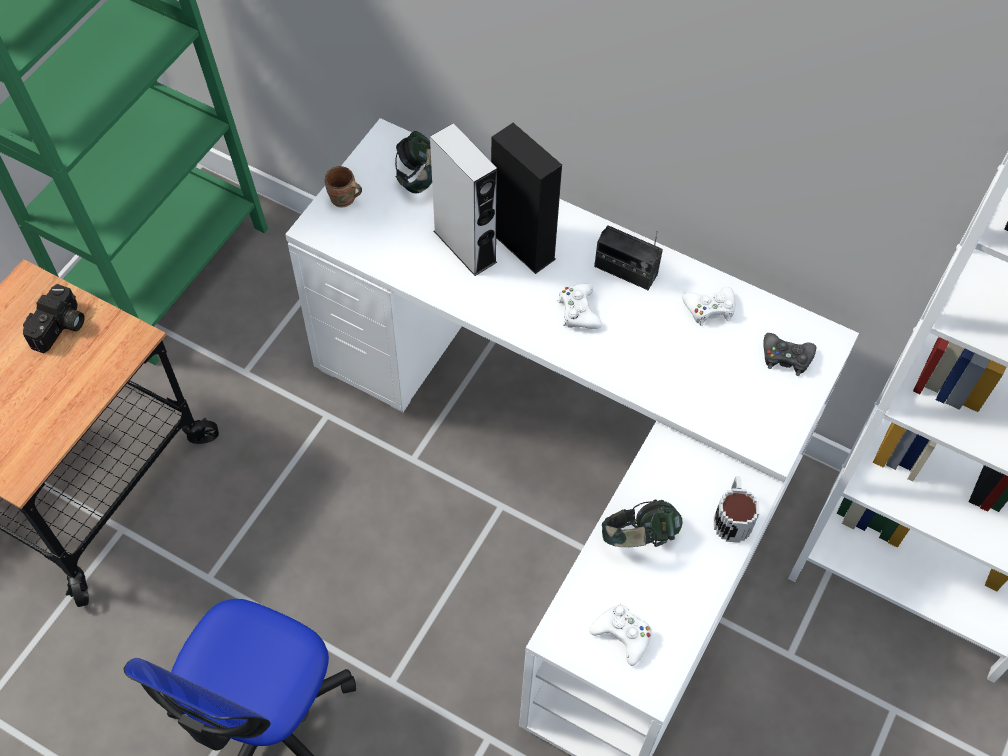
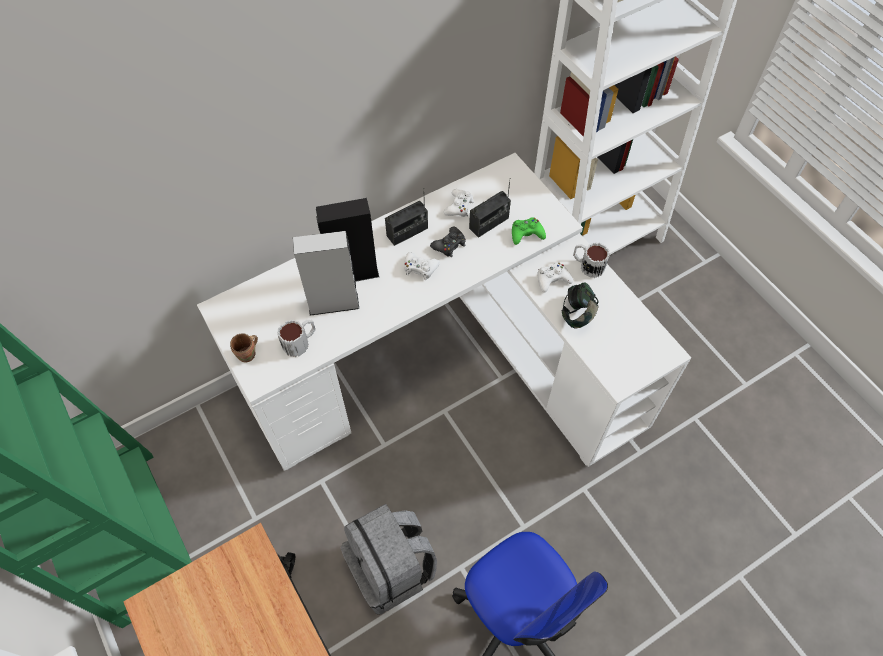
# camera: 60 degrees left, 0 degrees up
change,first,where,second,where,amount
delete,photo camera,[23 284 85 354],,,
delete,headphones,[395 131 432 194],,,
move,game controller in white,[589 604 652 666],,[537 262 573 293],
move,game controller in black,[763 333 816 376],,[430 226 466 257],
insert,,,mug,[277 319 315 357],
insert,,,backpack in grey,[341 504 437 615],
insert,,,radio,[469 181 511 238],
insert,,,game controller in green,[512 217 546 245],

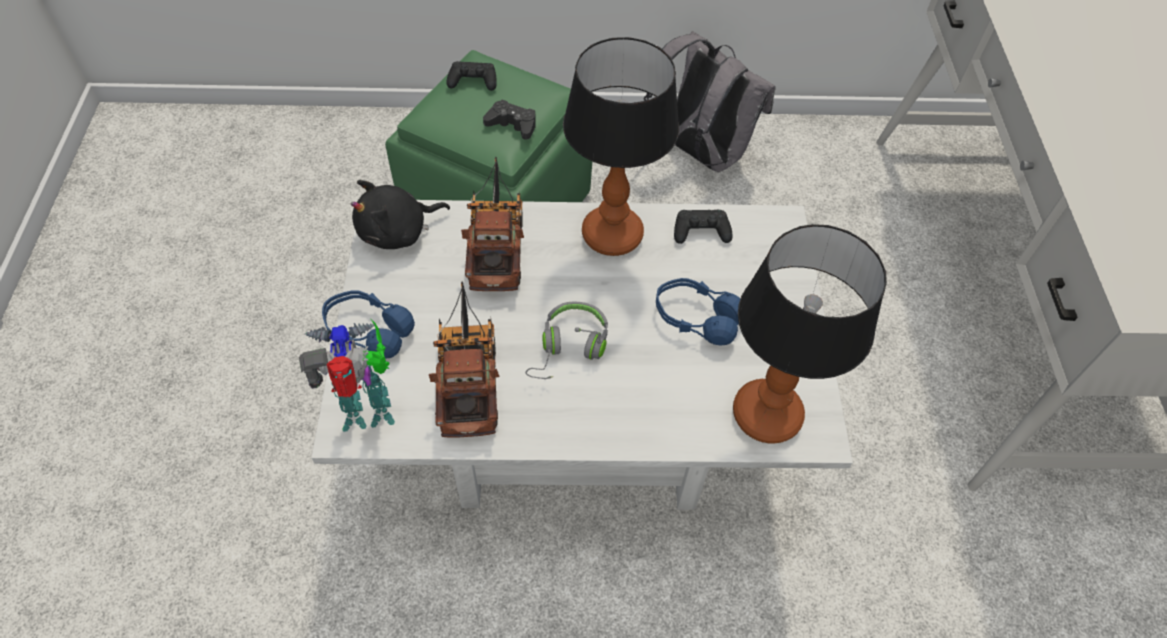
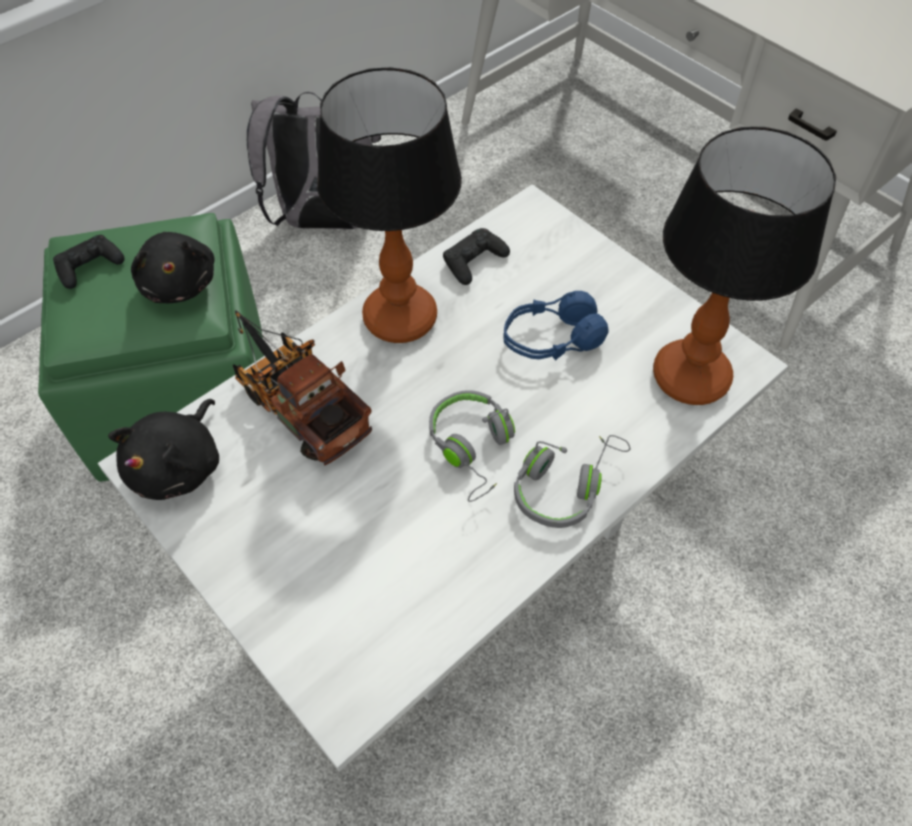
# camera: 40 degrees left, 0 degrees up
change,first,where,second,where,amount
delete,toy robot,[299 318 395 432],,,
delete,headphones in blue,[322 290 415 359],,,
delete,toy truck,[429 281 499 438],,,
replace,game controller in black,[483 100 536 140],plush toy in black,[131 232 215 303],
insert,,,headphones in grey,[514 435 630 528],

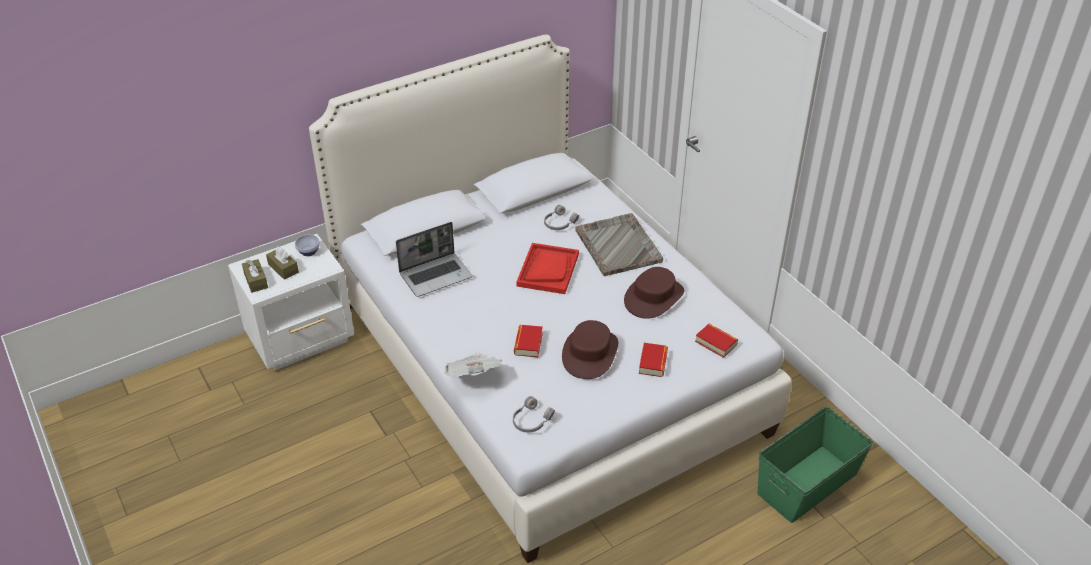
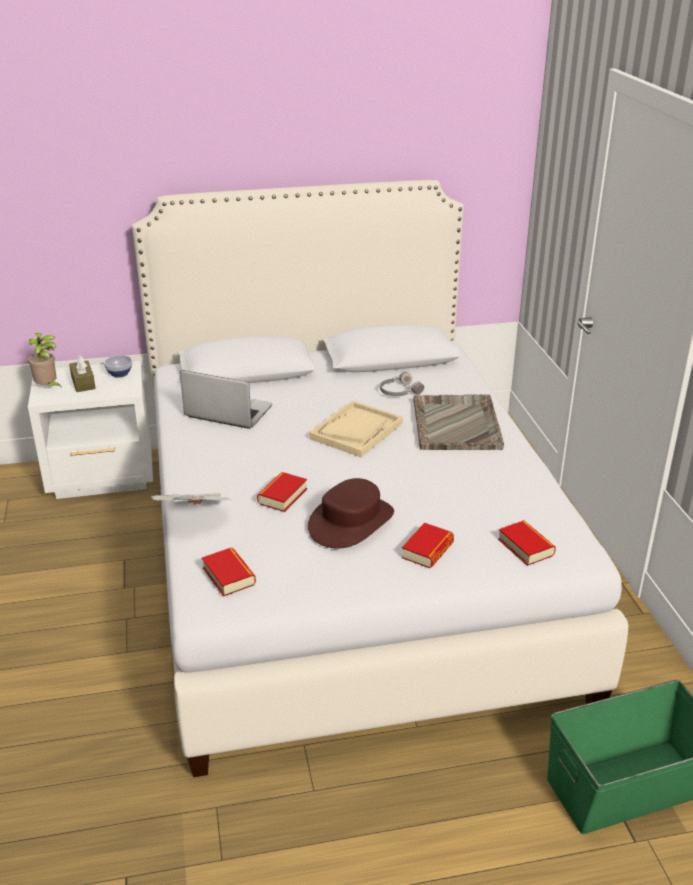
# camera: 20 degrees right, 10 degrees down
change,first,where,second,where,amount
replace,tissue box in brown,[242 259 268 293],potted plant,[28 333 63 389],
rotate,laptop,[396 222 472 297],,[180 370 272 429],150 degrees counterclockwise
replace,headphones in grey,[513 396 555 433],book,[202 547 256 597],
recolor,tray in red,[516 243 579 294],tray in beige,[309 401 403 457],
delete,hat in brown,[624 267 684 319],,,

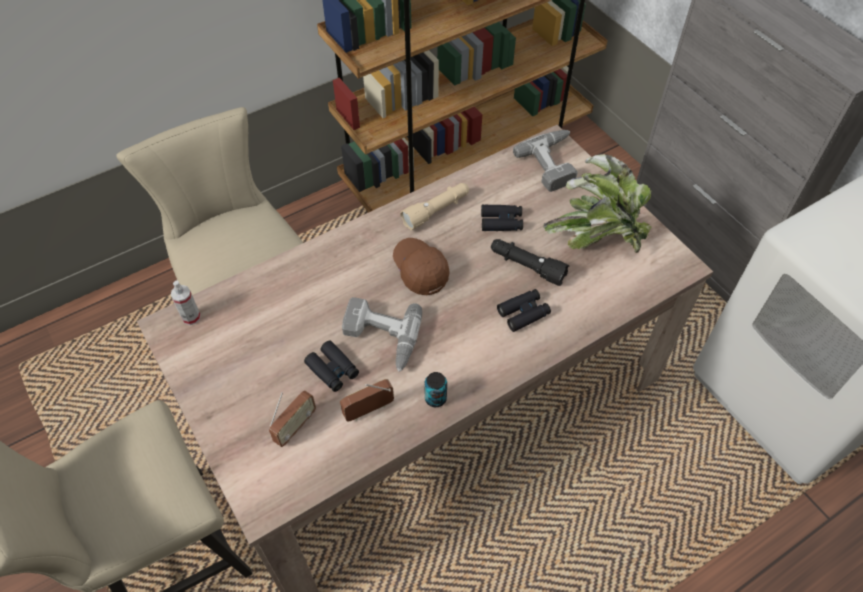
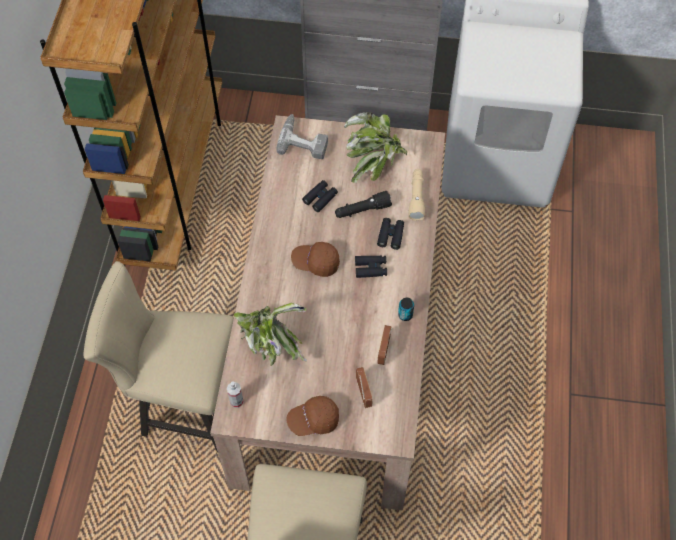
# camera: 50 degrees left, 5 degrees up
change,first,where,second,where,amount
move,binoculars in black,[304 340 359 392],,[355 256 387 278],
delete,power drill,[342 297 422 372],,,
move,flashlight in beige,[400 183 469 231],,[408 169 425 221],
insert,,,potted plant,[234 302 307 366],
insert,,,cap in brown,[286 396 339 436],

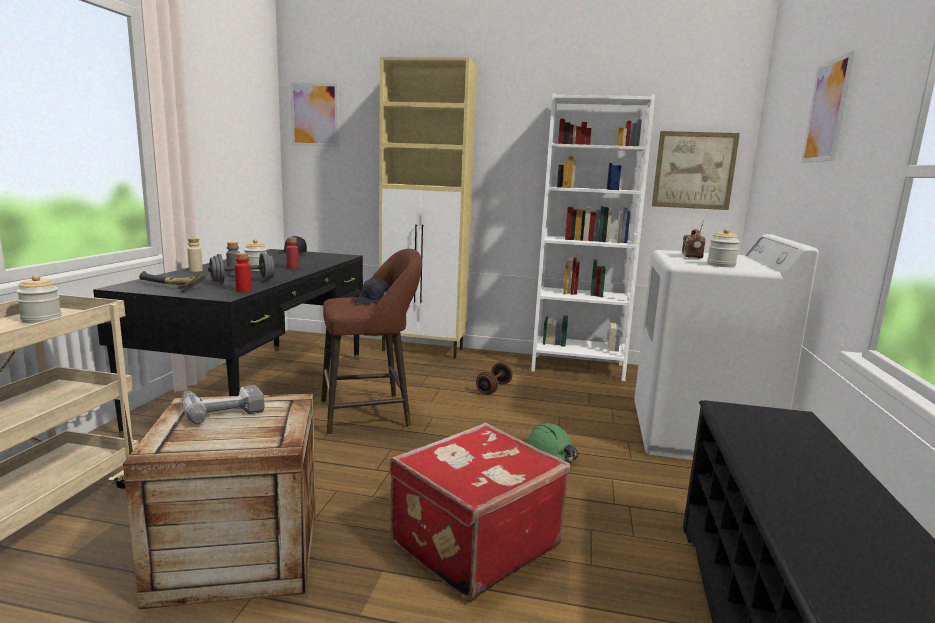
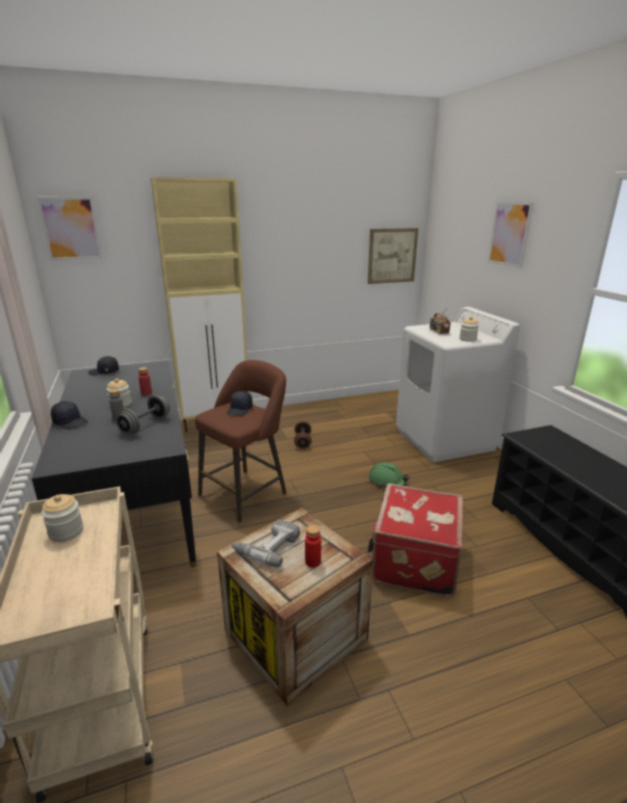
# camera: 30 degrees left, 10 degrees up
change,first,where,second,where,amount
delete,hammer,[139 271 206 293],,,
replace,bottle in beige,[187 238 203 272],cap in black,[51 401 88 429],
move,bottle in red,[235 253 251 292],,[305 525 321 567],
delete,bookcase in white,[531 93 655 381],,,

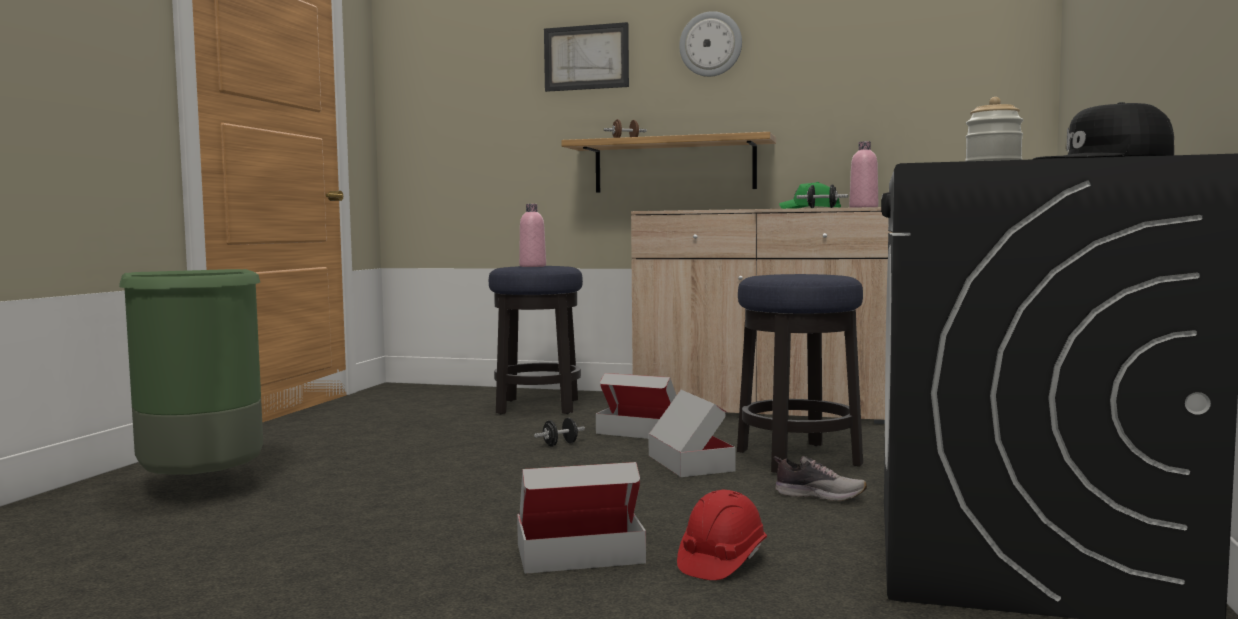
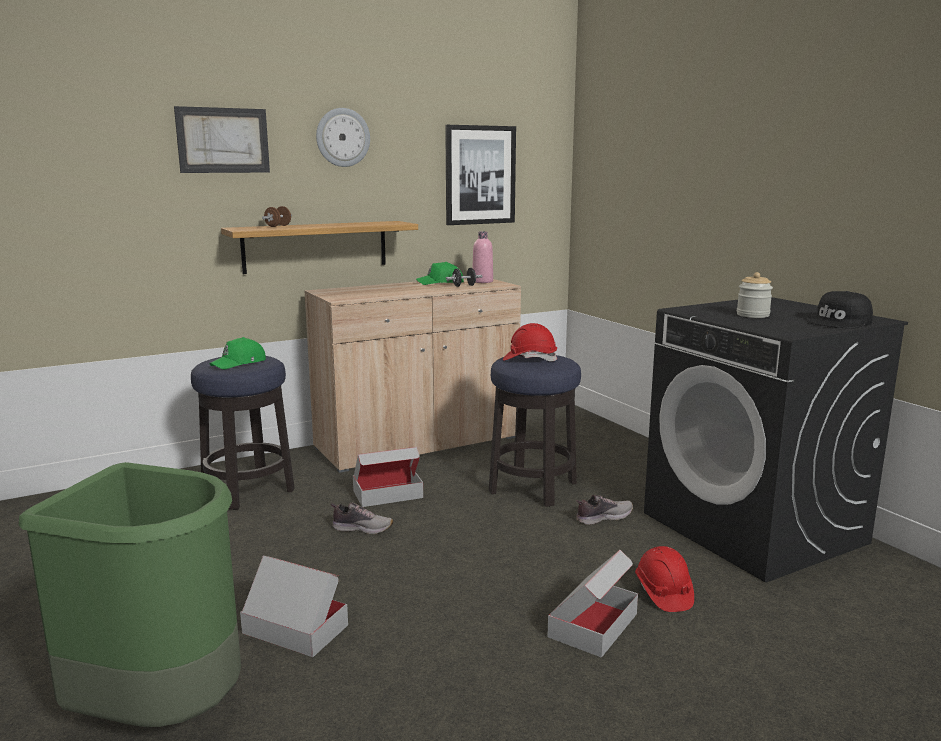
# camera: 45 degrees left, 10 degrees up
change,first,where,second,where,amount
replace,bottle in pink,[519 204 546 267],cap in green,[210 337 266 369],
replace,dumbbell in black,[534 418 585 447],shoe,[330 503 393 534],
move,cardboard box,[649 390 735 477],,[240 556 348 657],
insert,,,picture,[445 125 516 225],
insert,,,hard hat in red,[503 323 557 361],

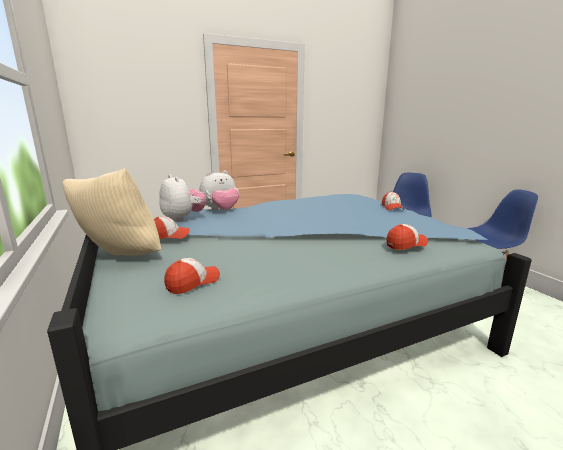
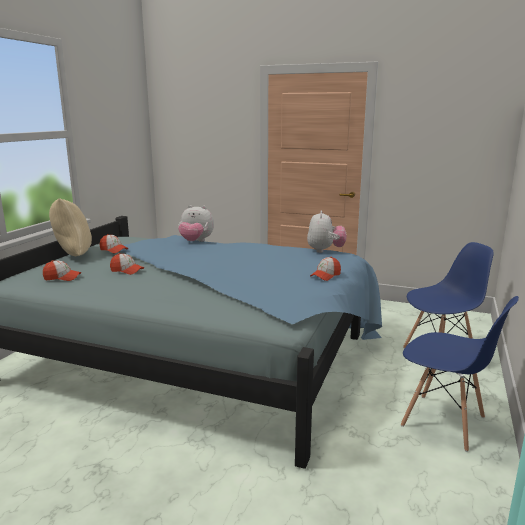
# camera: 45 degrees right, 0 degrees up
change,first,where,second,where,amount
move,plush toy,[159 175 206 222],,[307 210 347 253],
move,cap,[386 224 428 250],,[110 253 144 275],

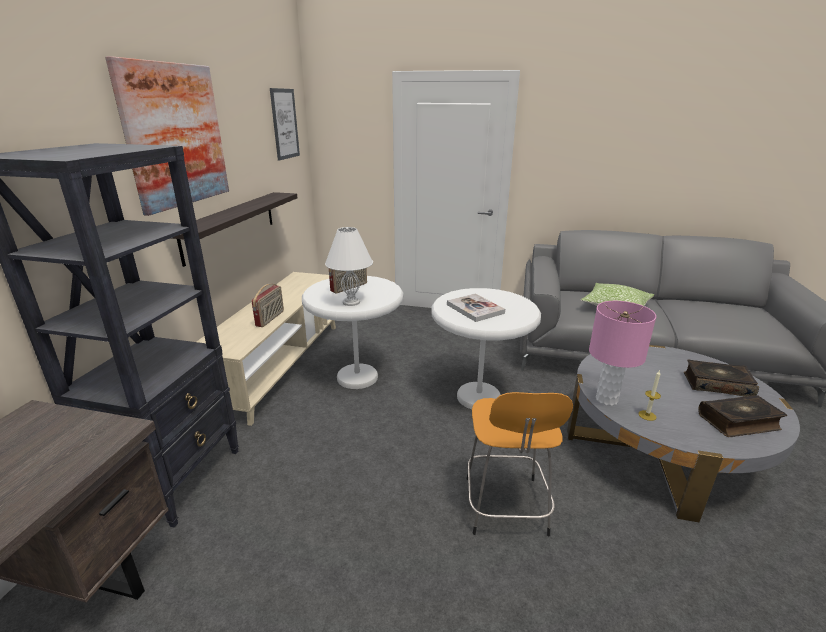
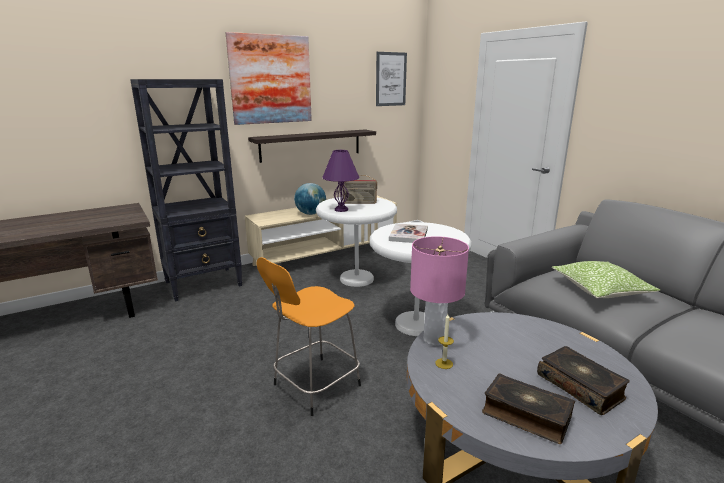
# camera: 45 degrees right, 5 degrees down
change,first,where,second,where,amount
replace,radio,[252 284 284 327],globe,[294 183 326 215],
recolor,table lamp in white,[325 227 373 306],table lamp in purple,[322 149 360 212],

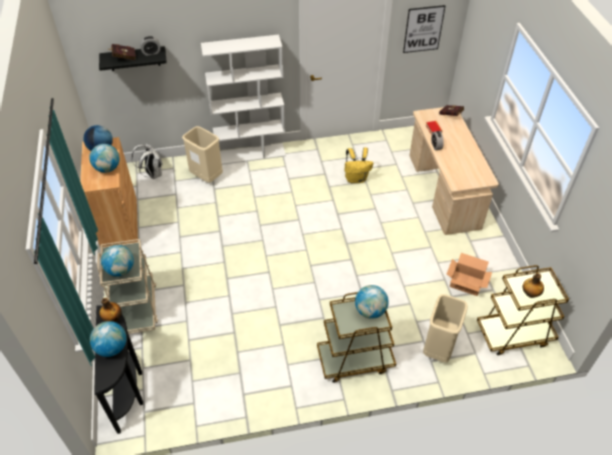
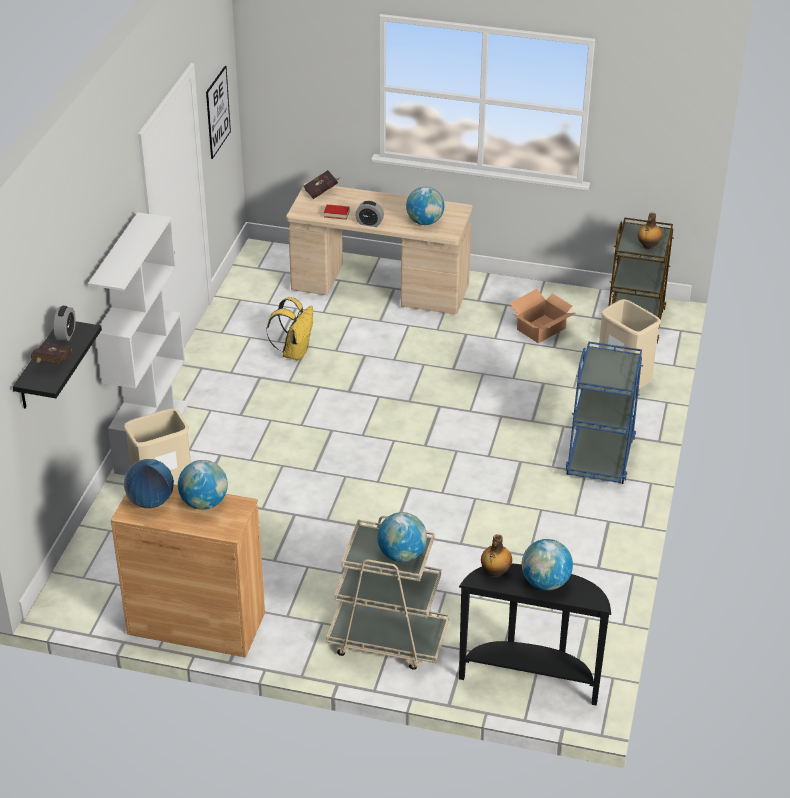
# camera: 65 degrees left, 10 degrees down
change,first,where,second,where,amount
delete,backpack in white,[132 143 163 179],,,
recolor,cart in brown,[317 292 396 383],cart in blue,[565 341 643 484],
move,globe,[355 285 389 319],,[406 187 444 225],

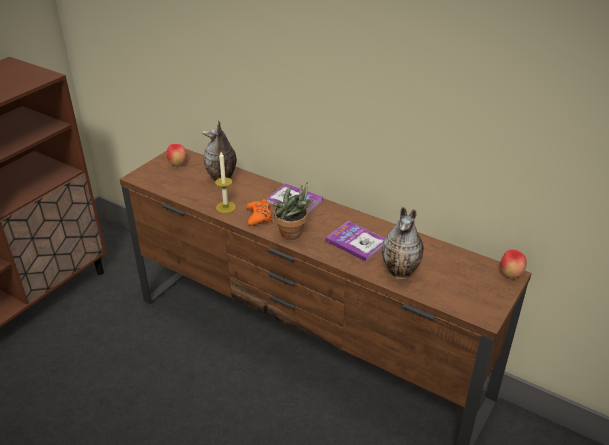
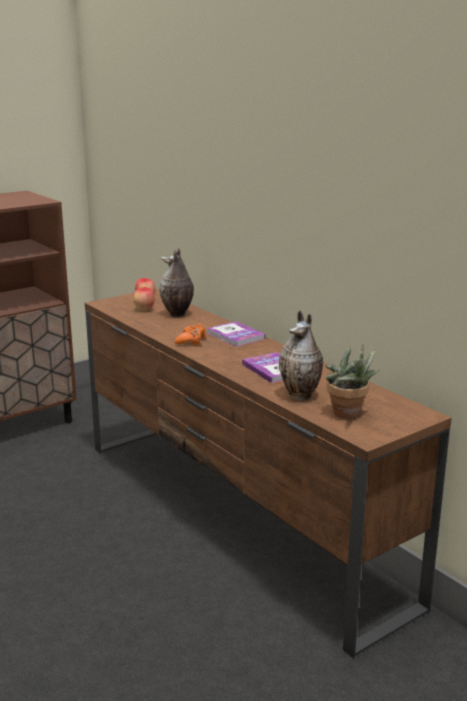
# camera: 20 degrees right, 15 degrees down
change,first,where,second,where,amount
delete,candle,[215 152 236 213],,,
move,potted plant,[273 182 314 240],,[325 344 379 418],
move,apple,[500 249 527 278],,[133 287 155 311],

